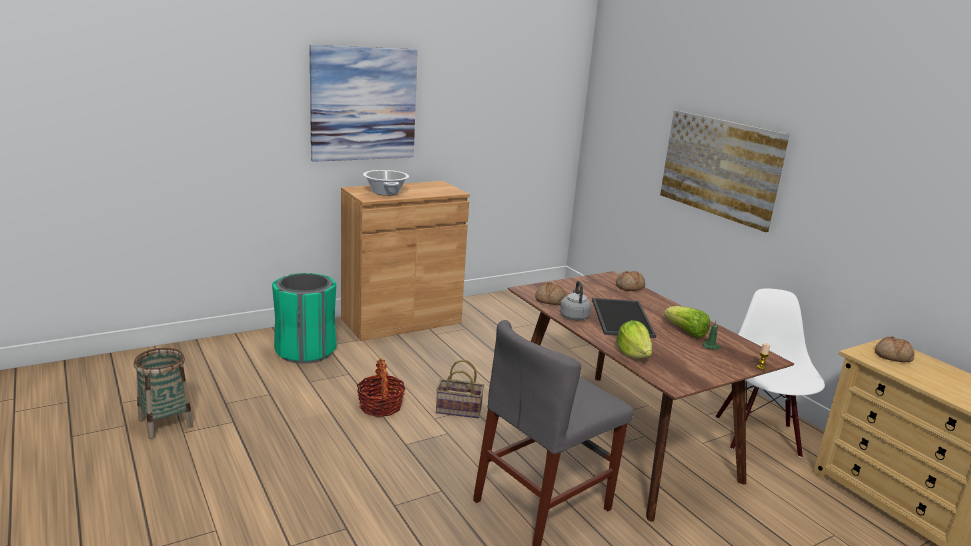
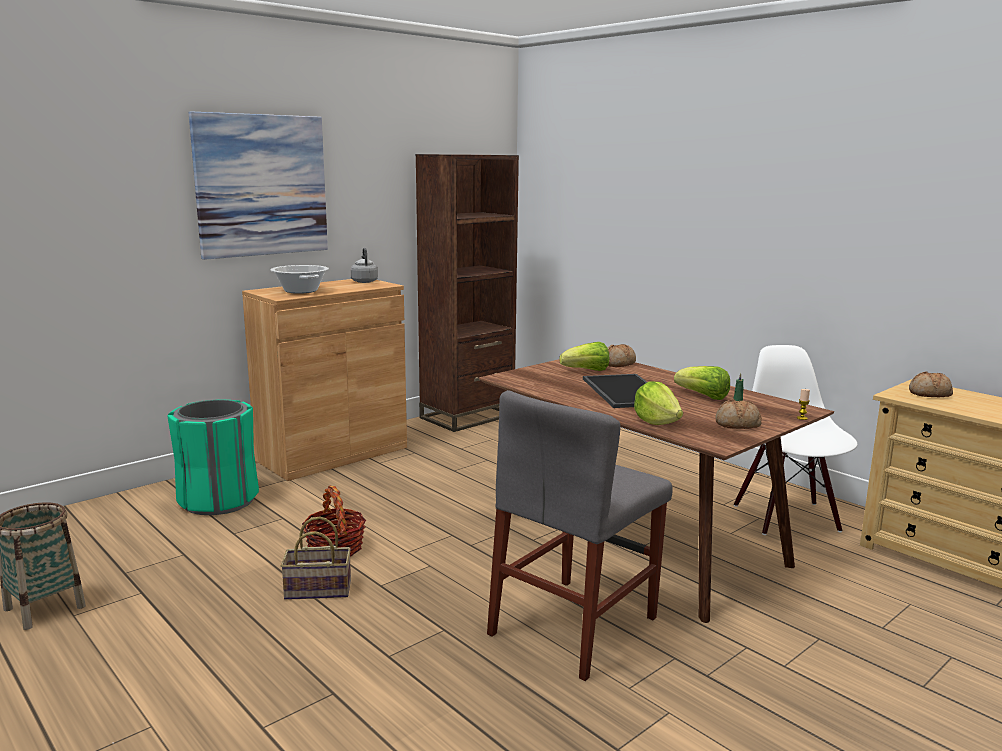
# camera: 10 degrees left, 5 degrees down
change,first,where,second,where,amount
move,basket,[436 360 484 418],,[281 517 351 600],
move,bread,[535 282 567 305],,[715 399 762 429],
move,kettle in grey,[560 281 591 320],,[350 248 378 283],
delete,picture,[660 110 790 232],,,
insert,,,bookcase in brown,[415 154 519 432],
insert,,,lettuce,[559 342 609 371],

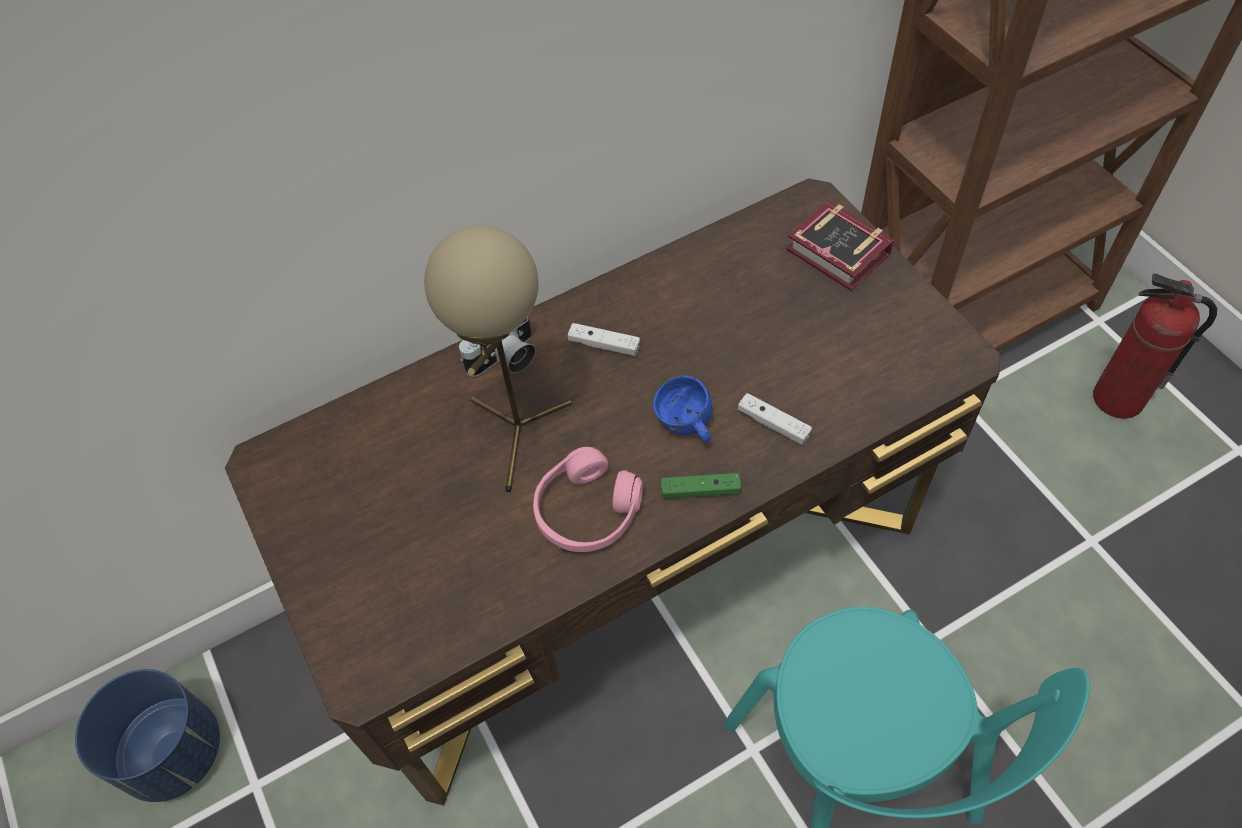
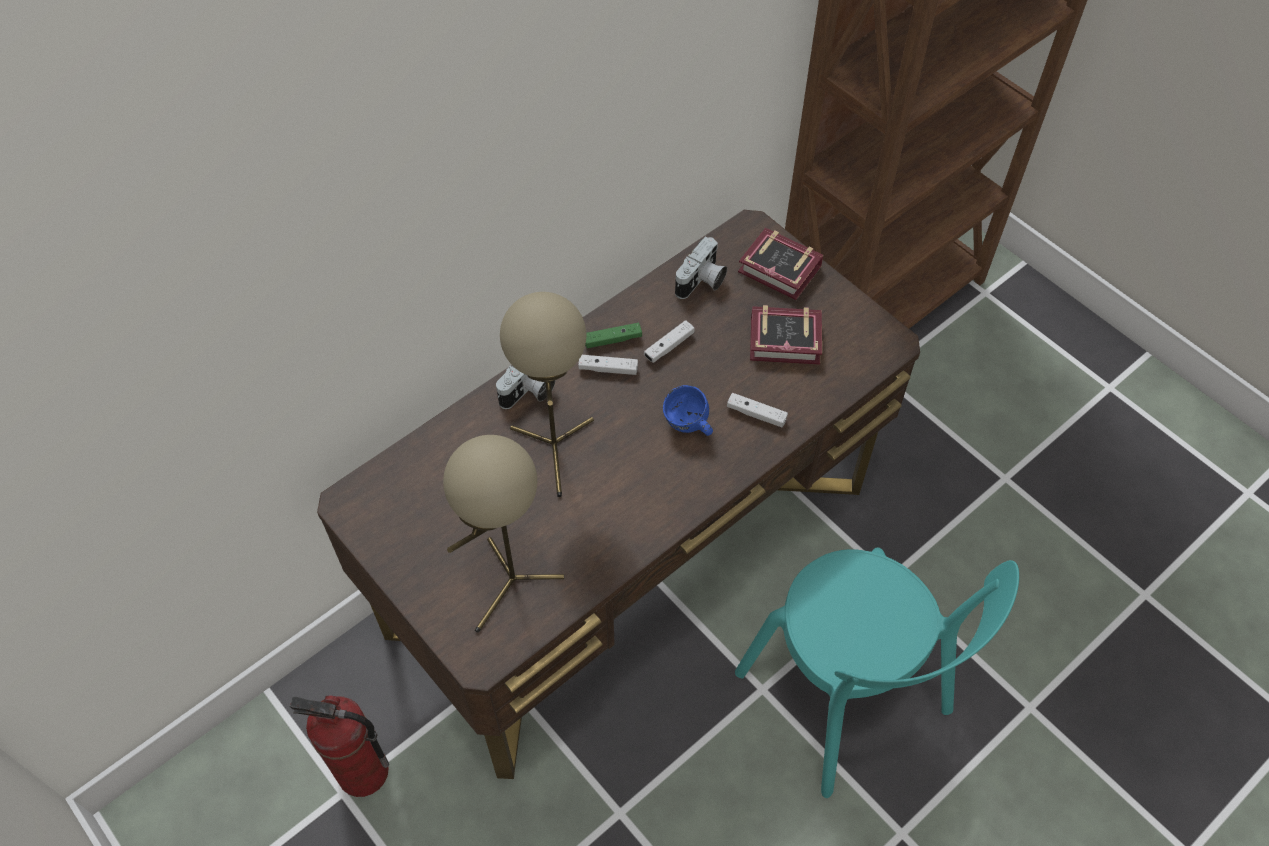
# camera: 15 degrees left, 0 degrees up
change,first,where,second,where,amount
delete,planter in blue,[75 669 220 802],,,
delete,headphones in pink,[533 447 643 552],,,
move,game controller in green,[661 473 741 499],,[585 323 642 348],
move,fire extinguisher,[1093 274 1217 419],,[289 695 389 797],
insert,,,table lamp in beige,[443 435 564 633],
insert,,,game controller in white,[644 320 695 363],
insert,,,photo camera,[675 237 727 299],
insert,,,book,[750 305 822 365],

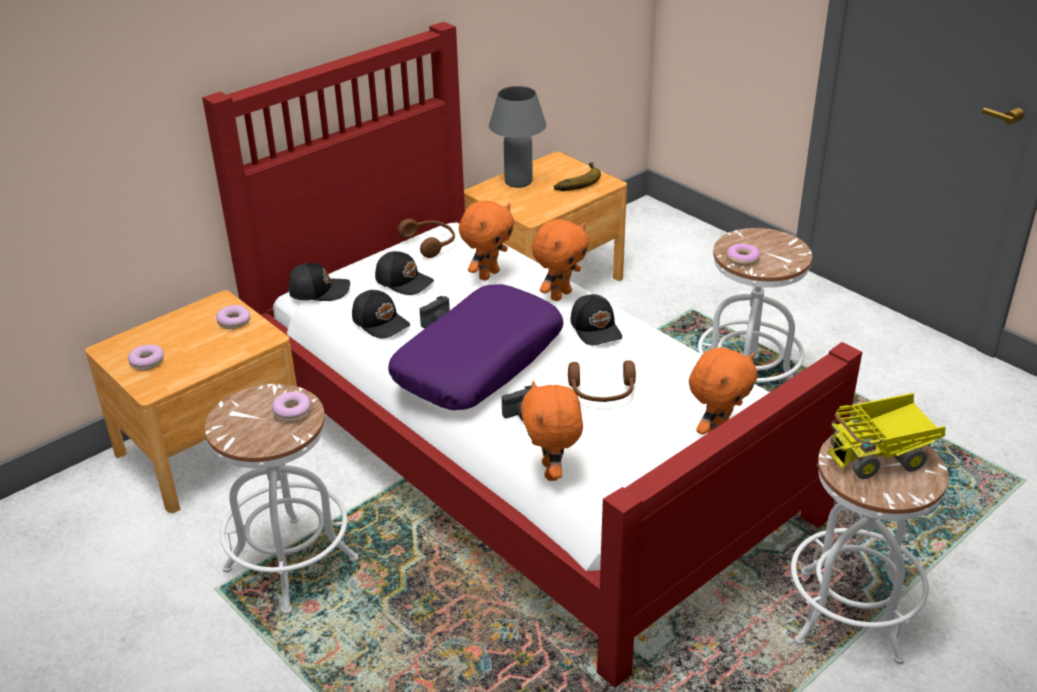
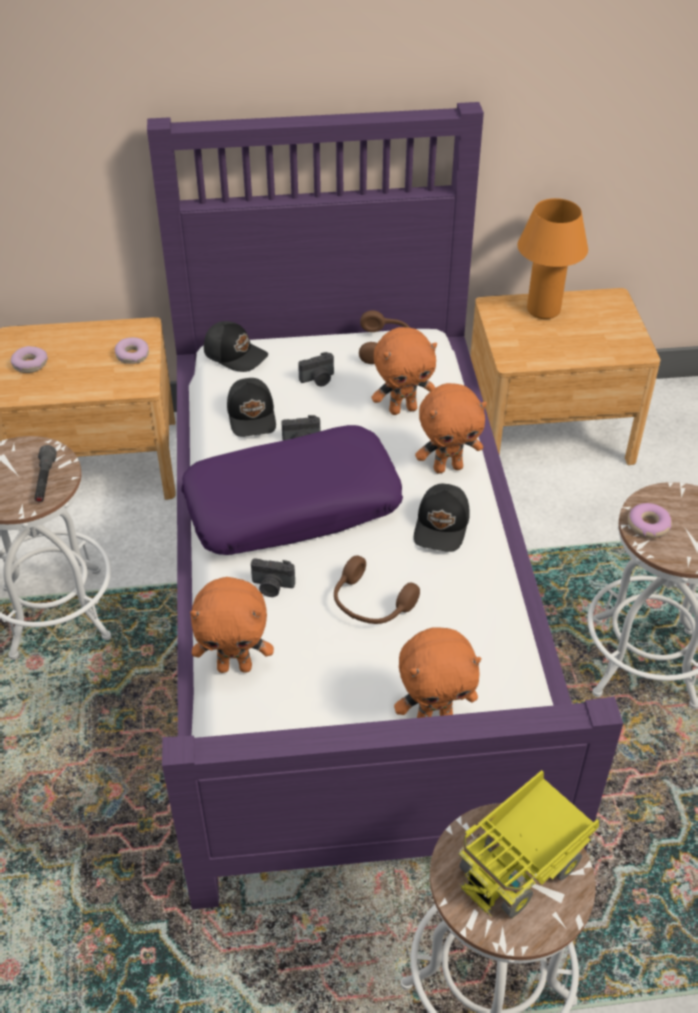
# camera: 35 degrees right, 10 degrees up
change,first,where,second,where,amount
recolor,bed in red,[202 22 862 688],bed in purple,[147 102 623 909],
replace,donut,[272 392 311 422],flashlight in grey,[34 445 57 502],
replace,cap in black,[375 251 434 295],photo camera,[298 352 334 386],
recolor,table lamp in grey,[489 86 546 188],table lamp in orange,[518 198 588 319],
rotate,plush toy in orange,[521 380 583 481],,[190 577 274 673],120 degrees counterclockwise
delete,banana,[554 162 601 191],,,
rotate,toy truck,[827 393 945 479],,[458 770 599 918],60 degrees counterclockwise

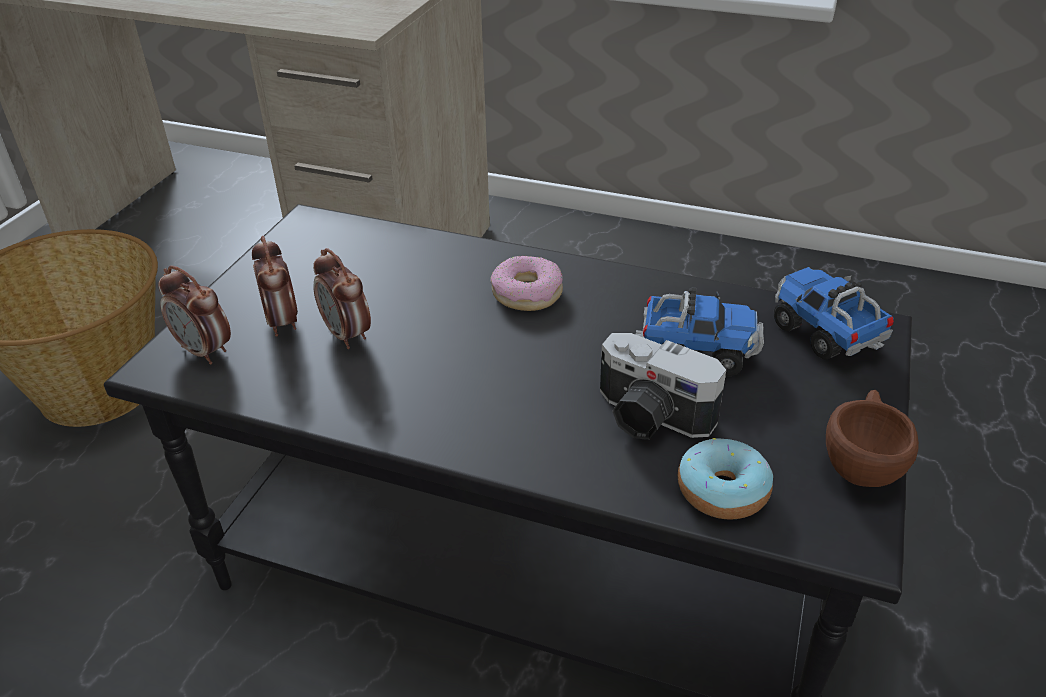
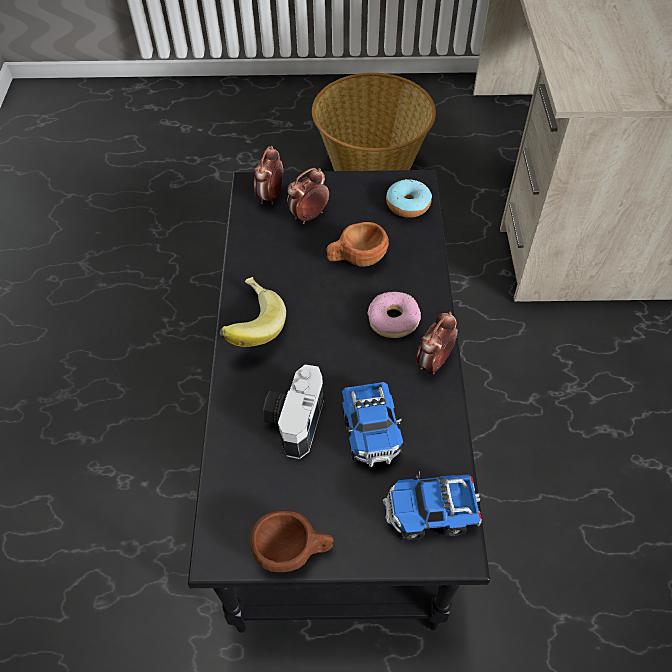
# camera: 70 degrees right, 15 degrees up
change,first,where,second,where,amount
move,alarm clock,[313 248 371 349],,[416 312 458 374],
move,donut,[678 438 773 520],,[386 179 432 218],
rotate,toy truck,[774 267 894 359],,[383 471 482 541],135 degrees counterclockwise
insert,,,banana,[220 277 286 347],
insert,,,cup in brown,[326 222 389 267],

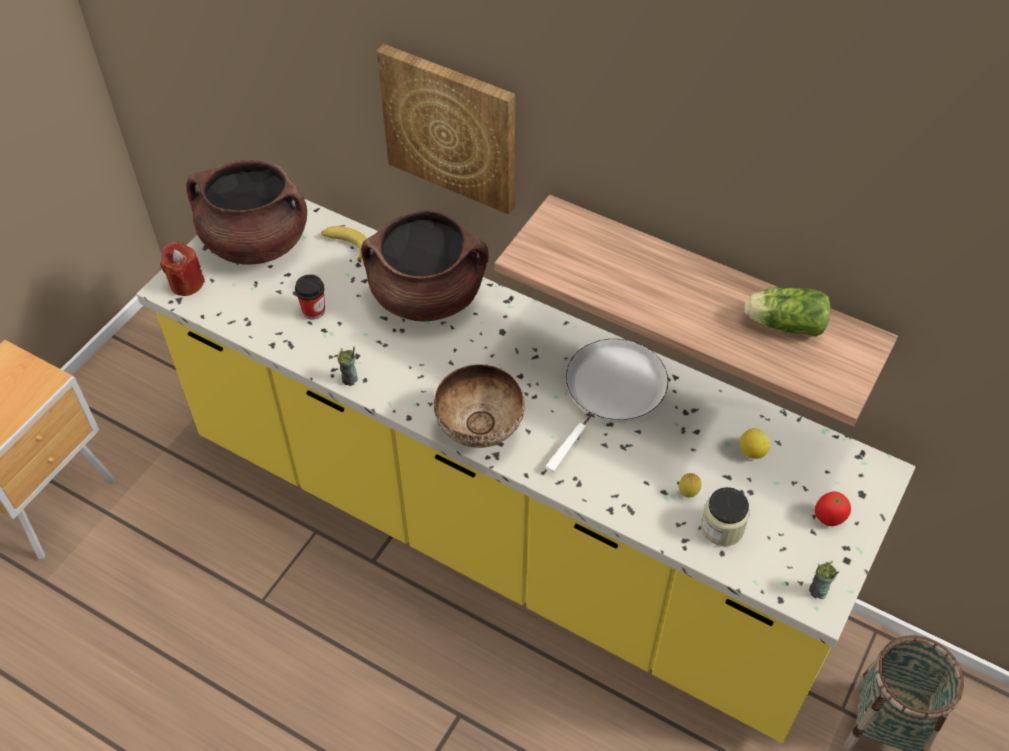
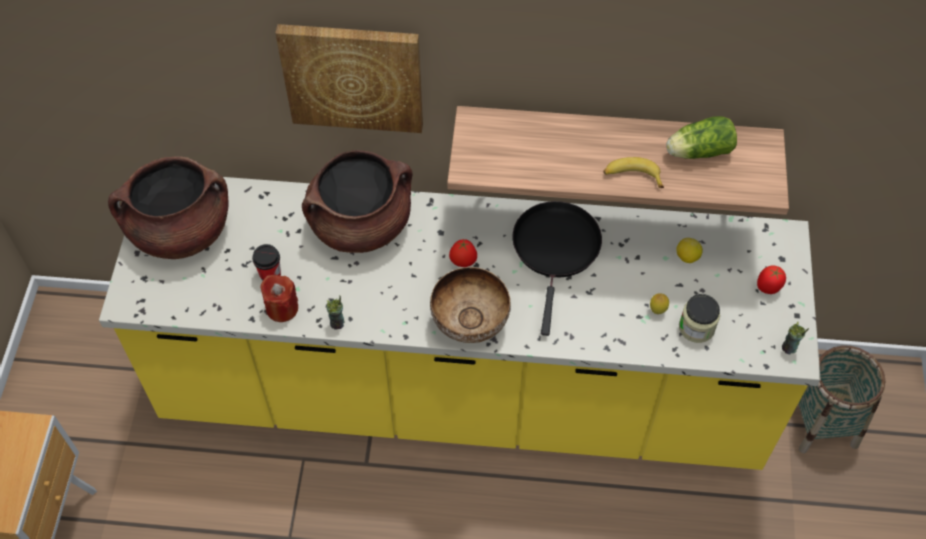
# camera: 25 degrees left, 5 degrees up
change,first,where,second,where,amount
move,candle in red,[160 241 205 296],,[260 275 298 322],
move,banana,[321 226 367 262],,[603 157 664 188],
recolor,frying pan in white,[546 339 669 472],frying pan in black,[512 201 602 336],
insert,,,tomato,[449 239 477 267],

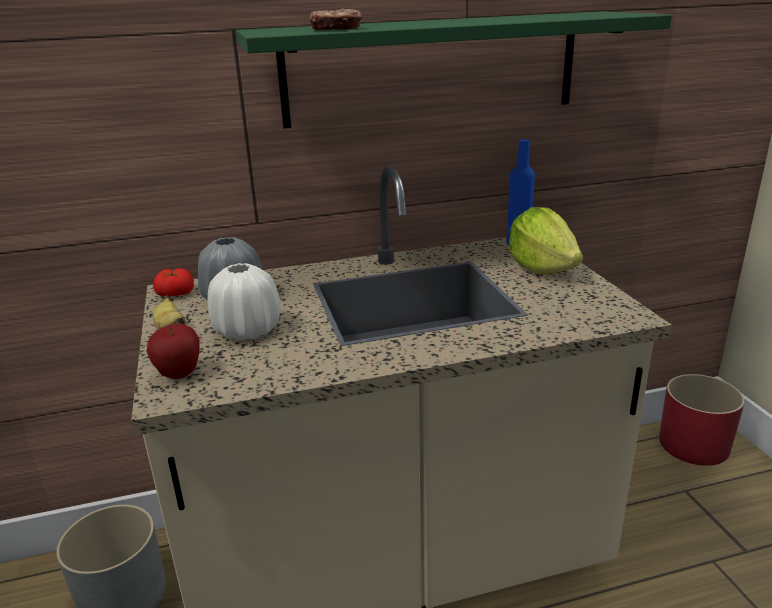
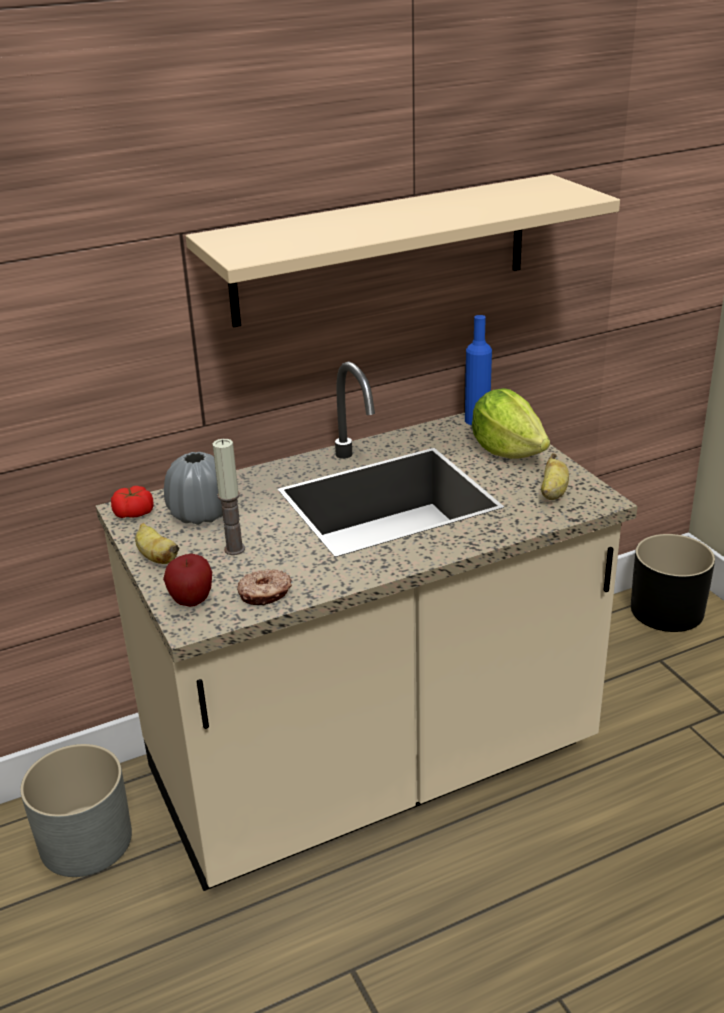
# camera: 10 degrees left, 5 degrees up
change,first,where,second,where,amount
replace,vase in white,[208 263 281 341],candle,[213 439 245 555],
recolor,shelf in green,[236 11 672 129],shelf in beige,[186 174 620 328],
move,donut,[309 9 363 30],,[237 569 292 605],
recolor,planter in red,[659 374 745 466],planter in black,[631 534 715 632],
insert,,,banana,[541 453 569 500],

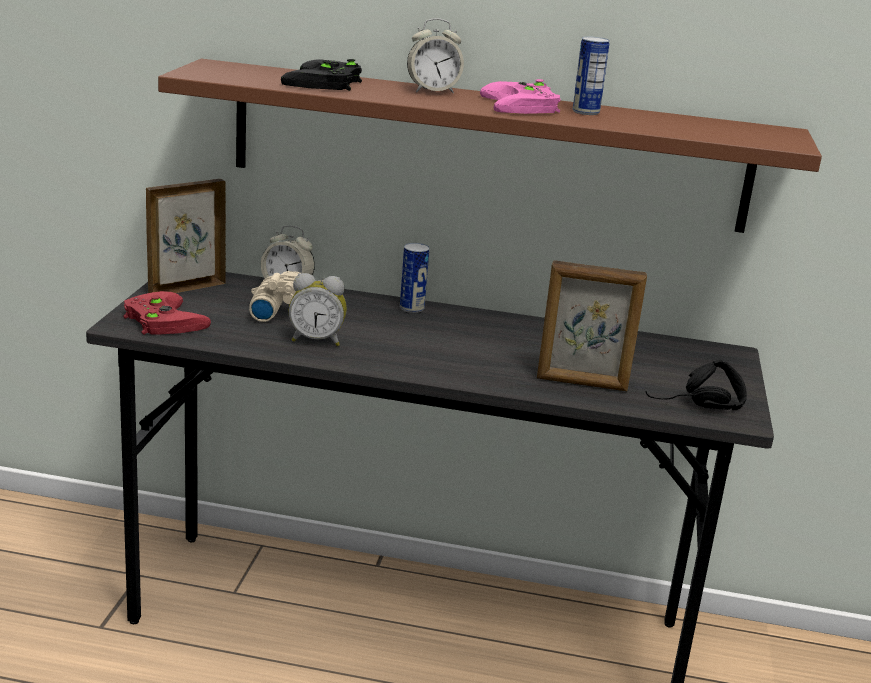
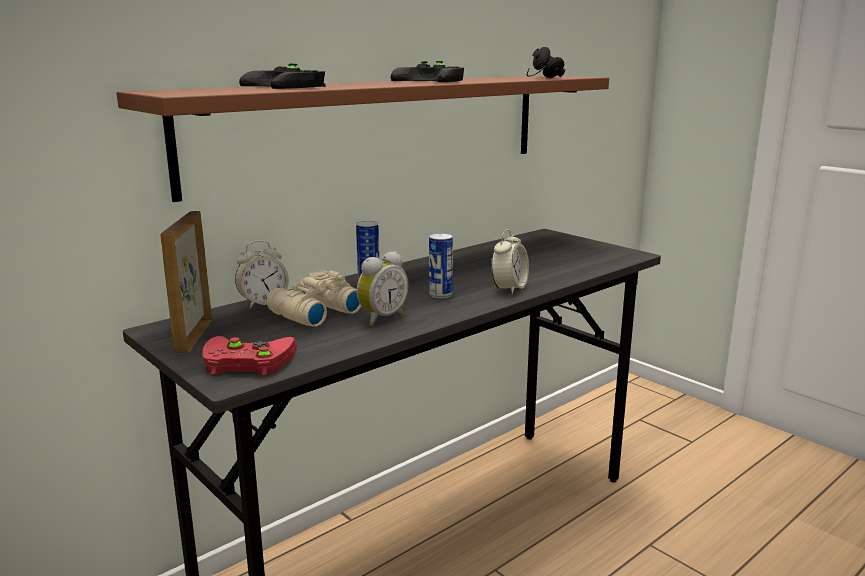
# camera: 50 degrees left, 5 degrees down
change,first,where,second,where,amount
move,alarm clock,[407 18 464 93],,[491 230 529 294],
recolor,game controller in pink,[480 79 561 114],game controller in black,[391 61 464 82],
delete,picture frame,[537 260 647 391],,,
move,can,[572 36 610 115],,[429 233 453 299],
move,headphones in black,[646 360 747 410],,[527 47 566 78],

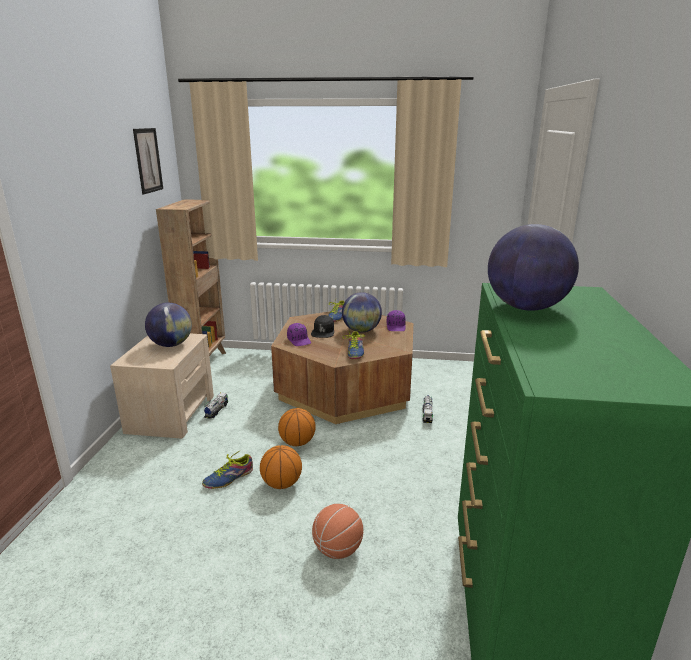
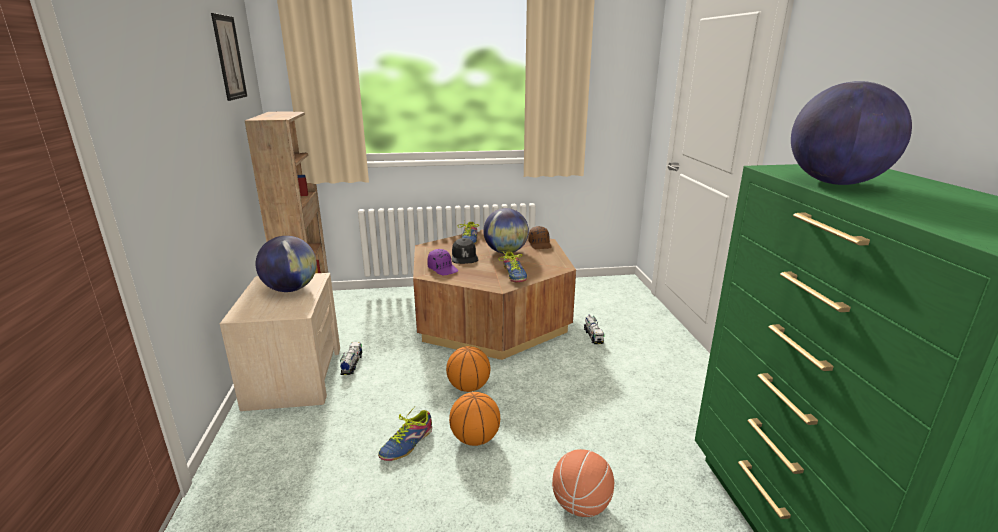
# camera: 15 degrees left, 0 degrees up
change,first,where,second,where,amount
recolor,cap in purple,[387 310 406 331],cap in brown,[528 226 552 249],

